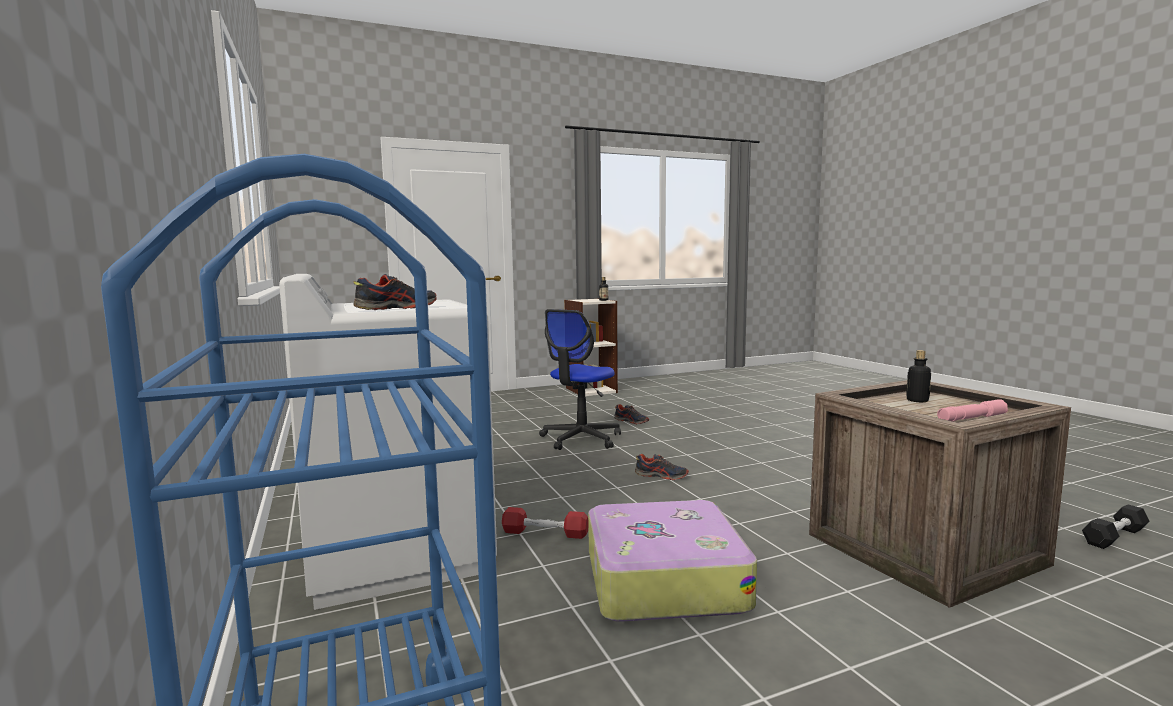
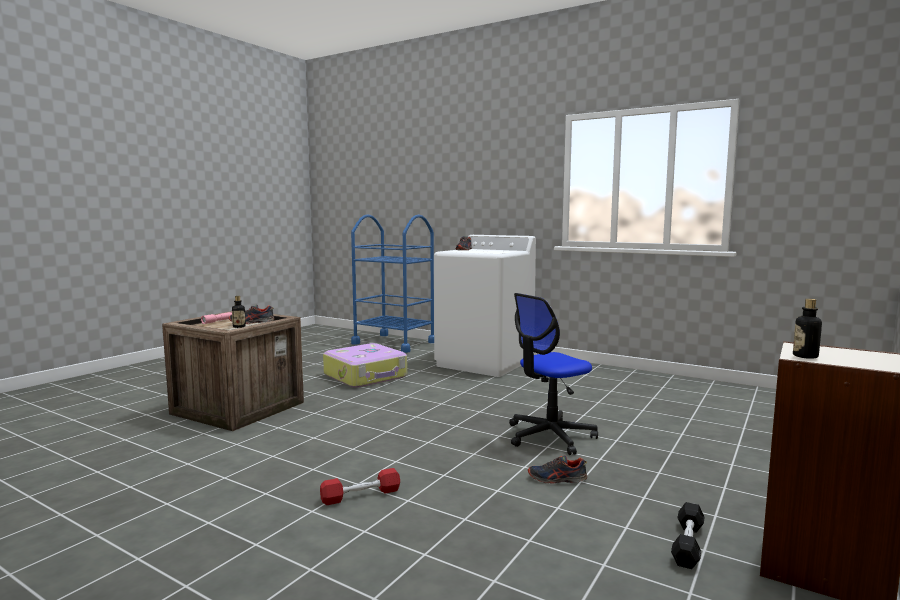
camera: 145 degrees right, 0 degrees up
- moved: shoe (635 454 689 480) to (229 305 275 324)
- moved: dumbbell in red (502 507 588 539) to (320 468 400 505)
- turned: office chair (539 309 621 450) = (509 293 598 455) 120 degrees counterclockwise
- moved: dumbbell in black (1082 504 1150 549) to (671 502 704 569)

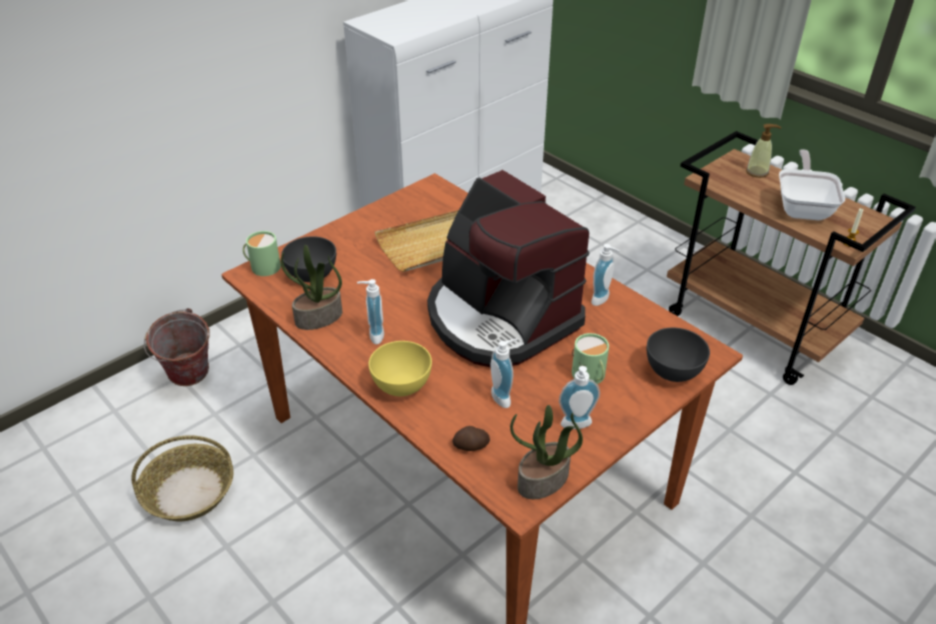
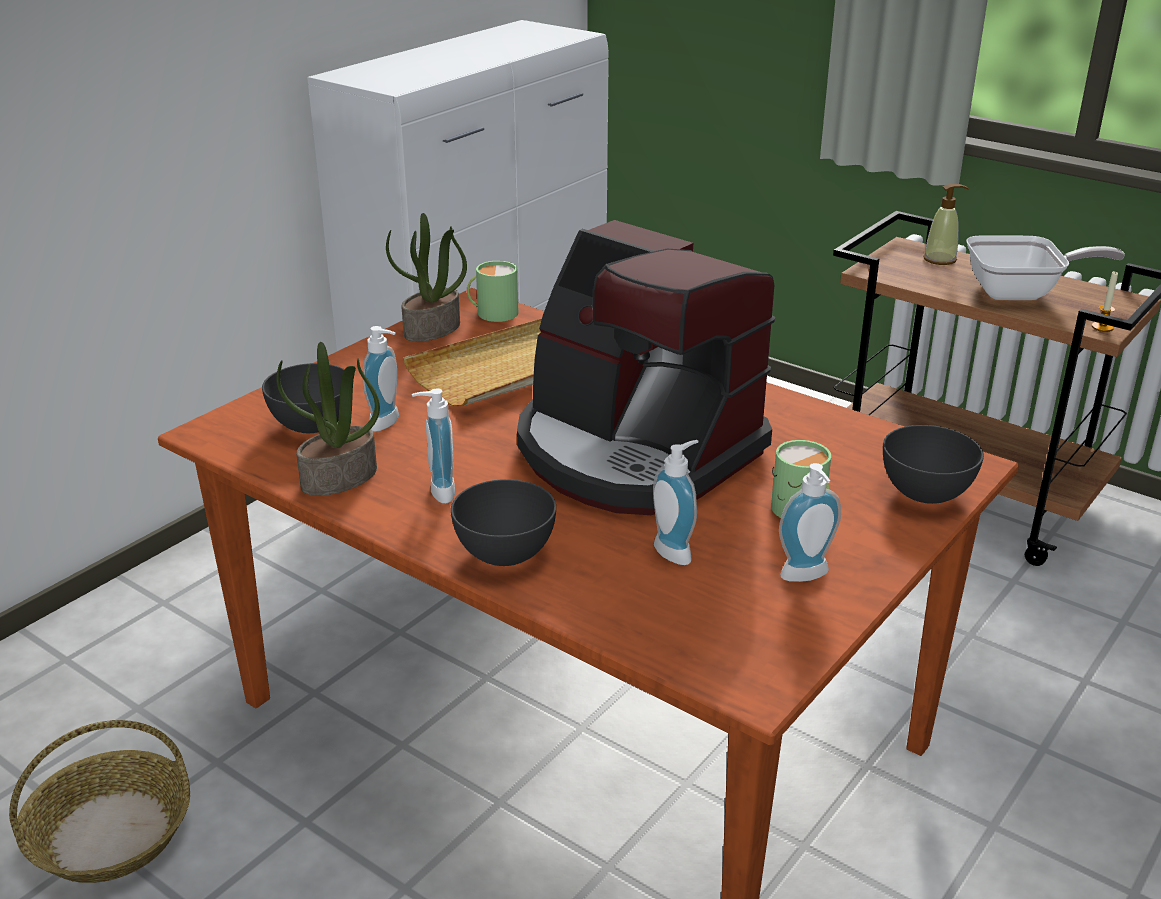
camera: 10 degrees left, 10 degrees down
- moved: soap dispenser (591 244 620 306) to (363 326 399 432)
- moved: potted plant (510 405 583 499) to (386 213 467 342)
- recoloured: bowl in yellow (369 341 432 396) to bowl in grey (451 479 556 566)
- moved: mug in green (243 231 281 276) to (467 261 518 322)
- turned: frying pan (779 149 845 220) = (966 236 1125 300) 90 degrees clockwise
- removed: bucket (144 308 210 386)
- removed: potato (452 426 490 451)

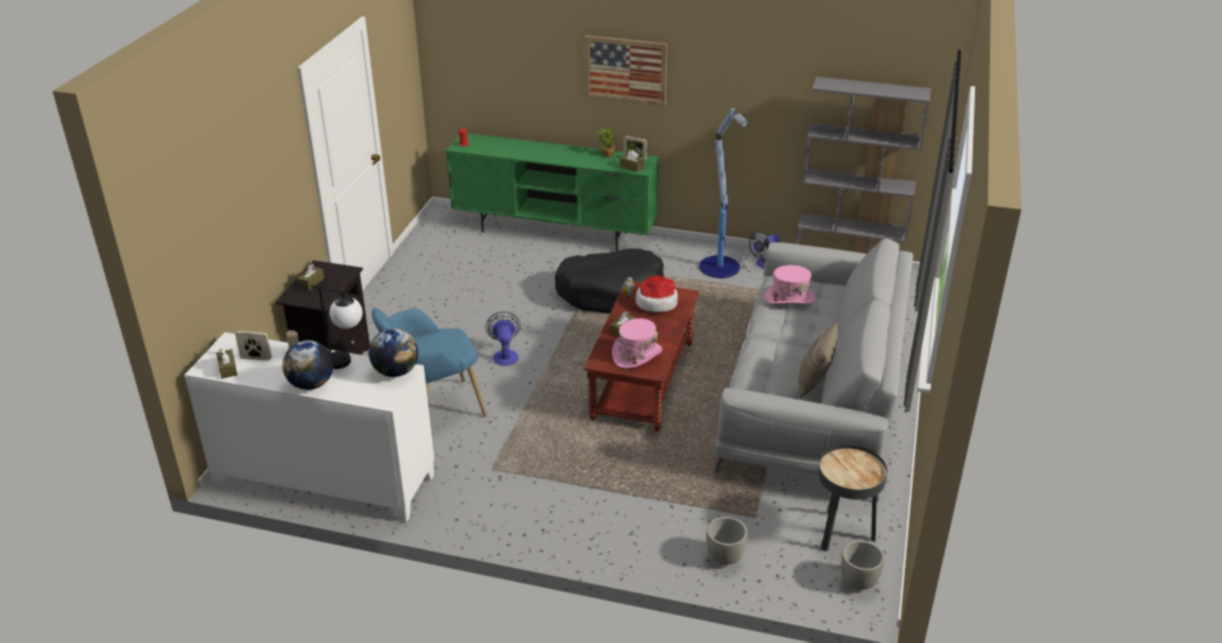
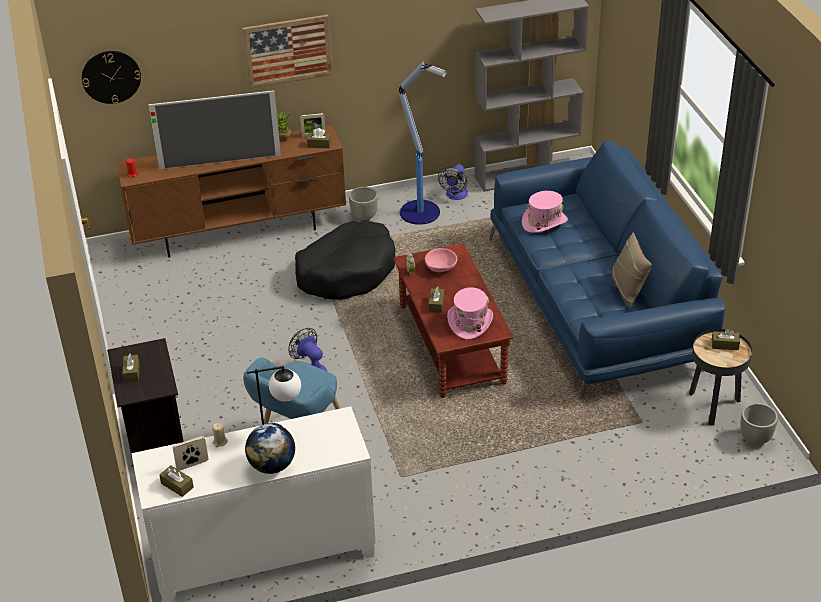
camera: 30 degrees left, 5 degrees up
- added: wall clock (82 51 141 104)
- recoloured: tv stand in green (446 133 659 251) to tv stand in brown (116 125 346 258)
- added: television (148 90 281 170)
- moved: planter in grey (706 517 748 565) to (349 187 378 221)
- replaced: hat (636 276 678 312) to bowl in pink (425 248 457 272)
- recoloured: sofa in grey (714 238 913 502) to sofa in blue (489 141 725 400)
- added: tissue box in brown (712 329 740 350)
- removed: globe (369 328 418 377)

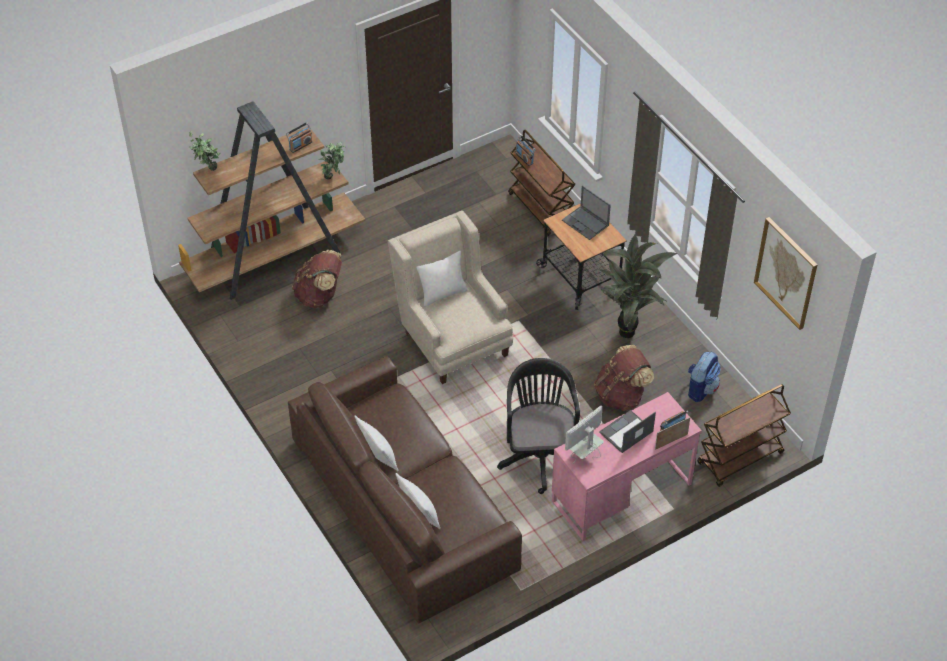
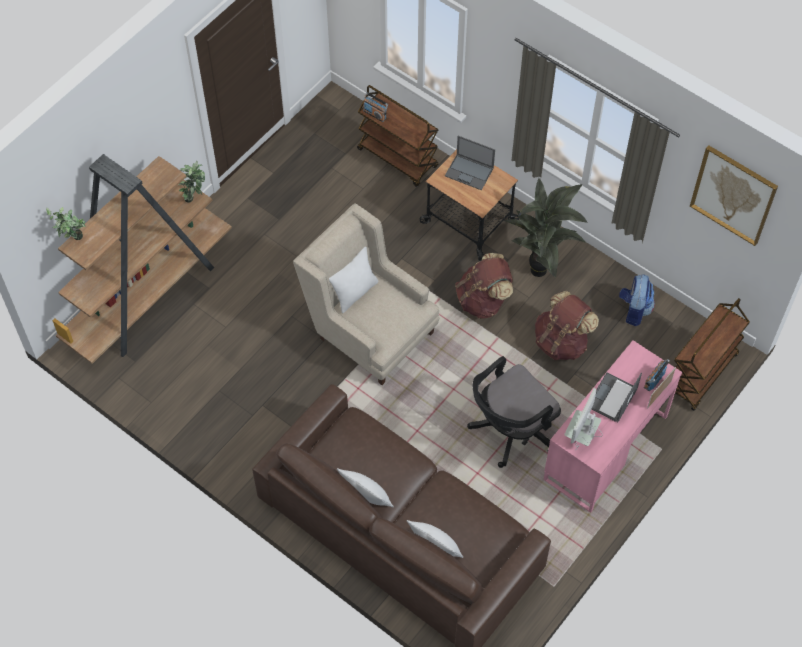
camera: 20 degrees left, 10 degrees up
- moved: backpack in brown (292 250 342 308) to (455 253 513 319)
- turned: office chair in black (497 358 580 494) = (467 356 561 468) 105 degrees counterclockwise
- removed: radio (286 122 312 153)

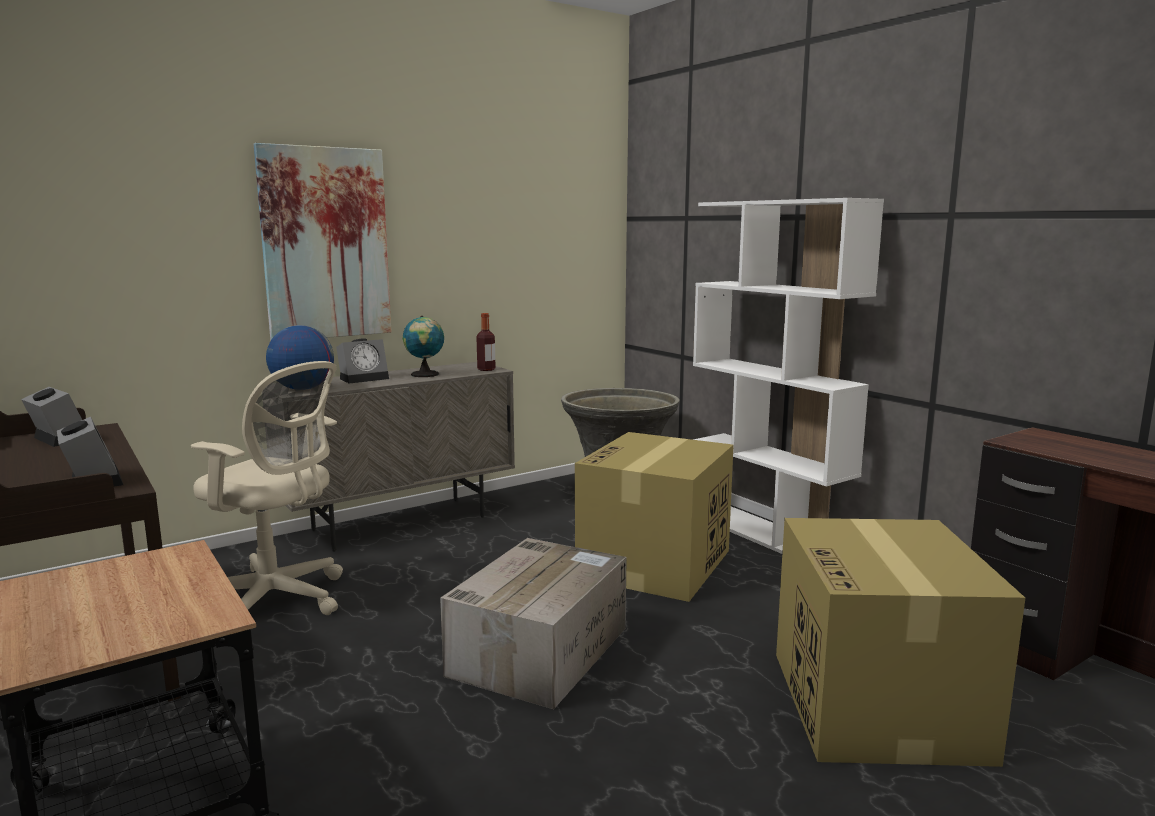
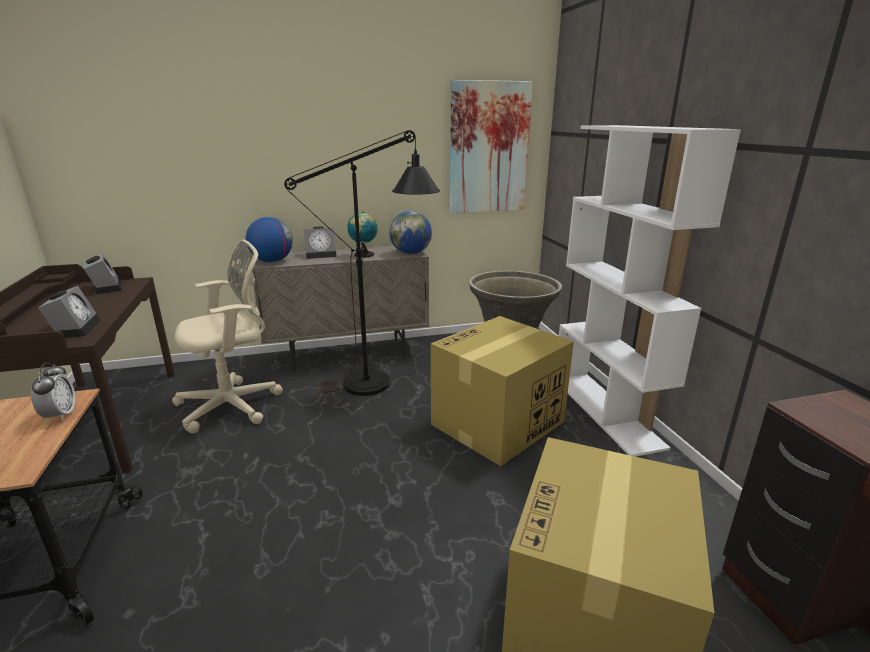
camera: 20 degrees right, 10 degrees up
- added: alarm clock (31 362 75 421)
- turned: office chair in beige (191 361 343 615) = (172 240 283 434) 75 degrees counterclockwise
- added: floor lamp in black (284 130 440 396)
- replaced: bottle (476 313 496 371) to globe (389 211 432 254)
- moved: picture (254 143 392 341) to (450 80 533 213)
- removed: cardboard box (440 538 627 709)

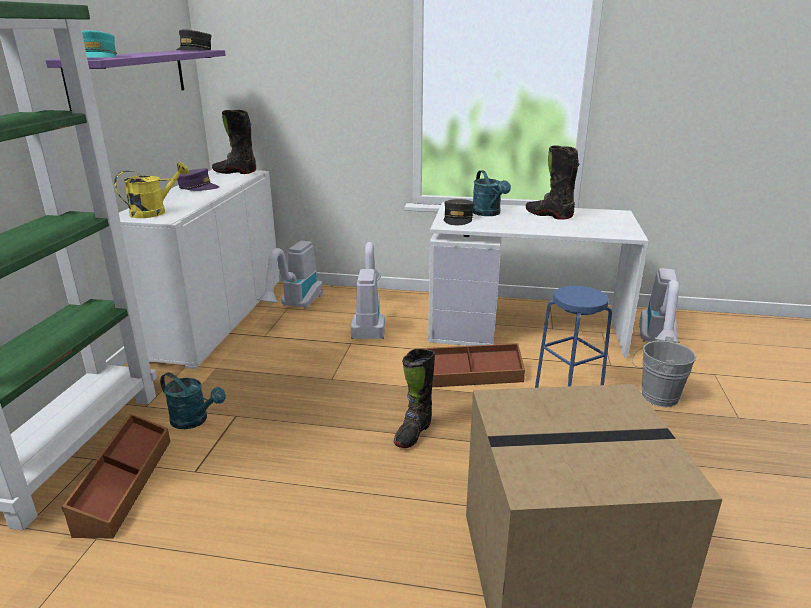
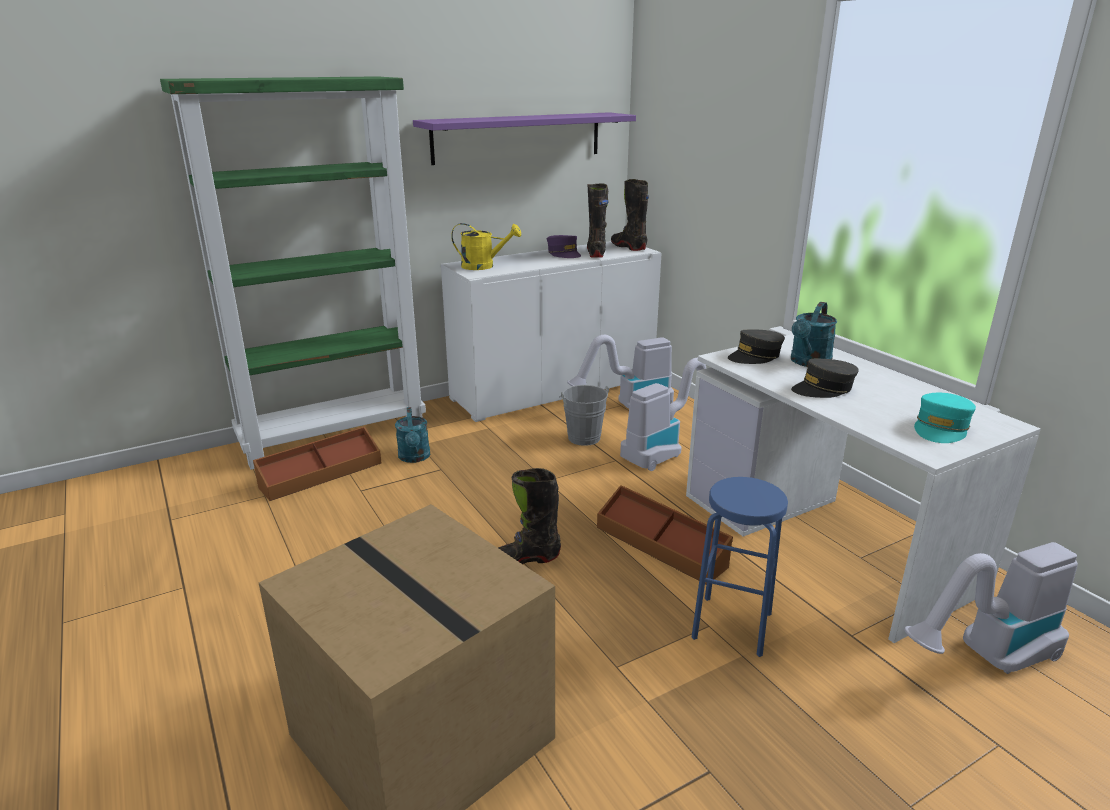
camera: 50 degrees right, 0 degrees up
- moved: bucket in grey (632 336 696 407) to (559 385 609 446)
- moved: boot in black (526 145 579 220) to (587 183 608 257)
- moved: cap in grey (176 29 211 51) to (791 359 859 398)
- moved: cap in turquoise (82 31 117 58) to (914 393 976 443)

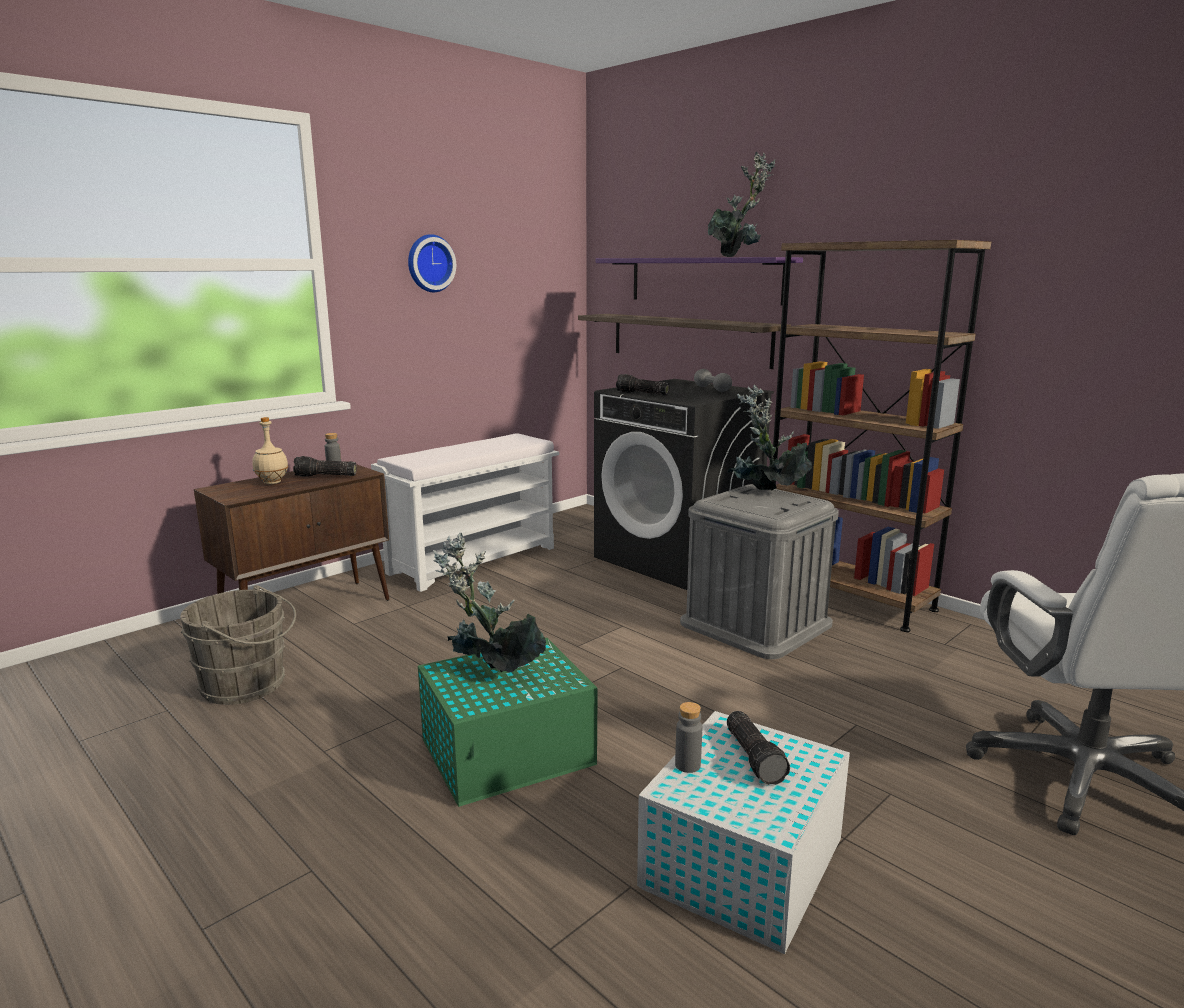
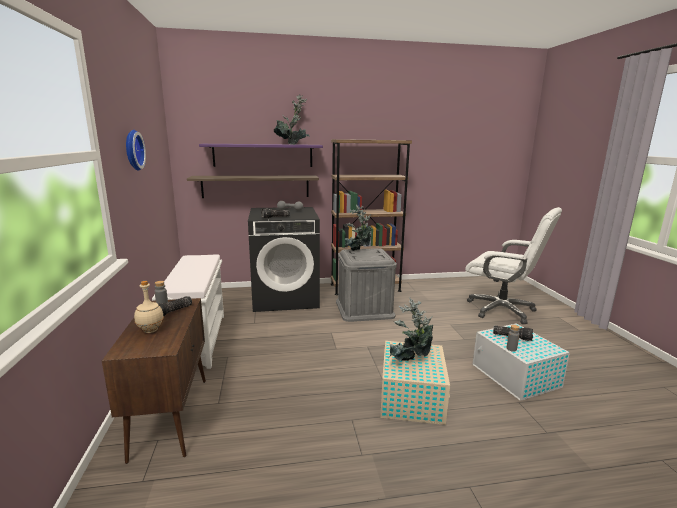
camera: 55 degrees left, 0 degrees up
- recoloured: storage box in green (418 638 598 807) to storage box in beige (380 341 450 425)
- removed: bucket in grey (180 585 296 705)

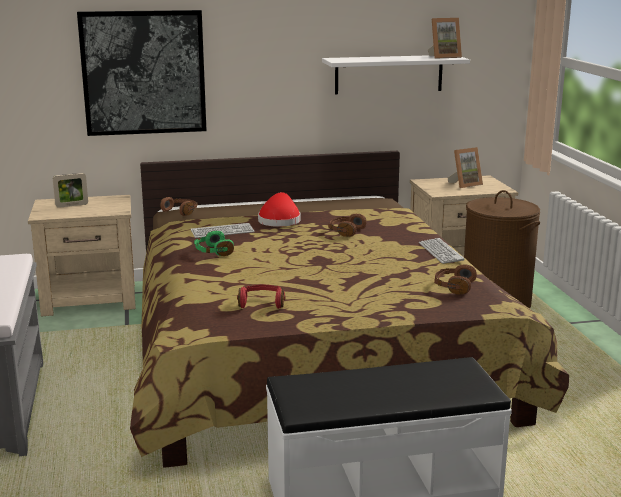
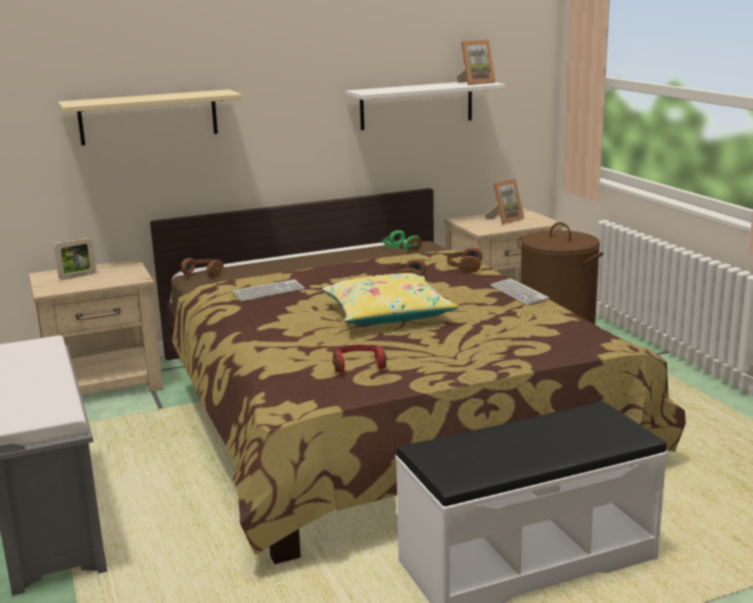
camera: 10 degrees left, 0 degrees up
- replaced: picture (77 10 207 136) to shelf in beige (58 89 242 146)
- added: pillow in yellow (322 273 459 325)
- moved: headphones in green (194 231 234 256) to (382 230 422 251)
- moved: headphones in brown (434 264 477 295) to (447 248 483 272)
- removed: hat in red (258 192 301 227)

